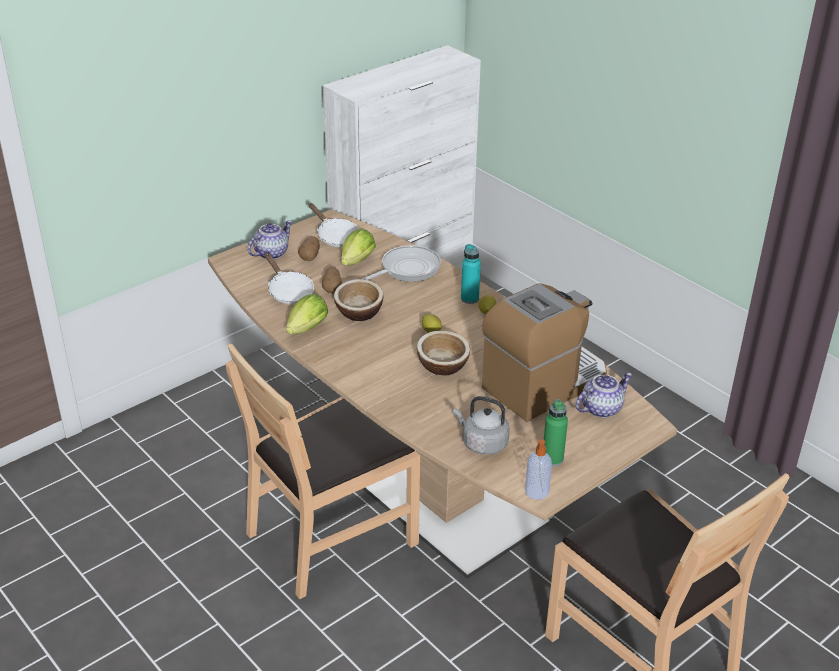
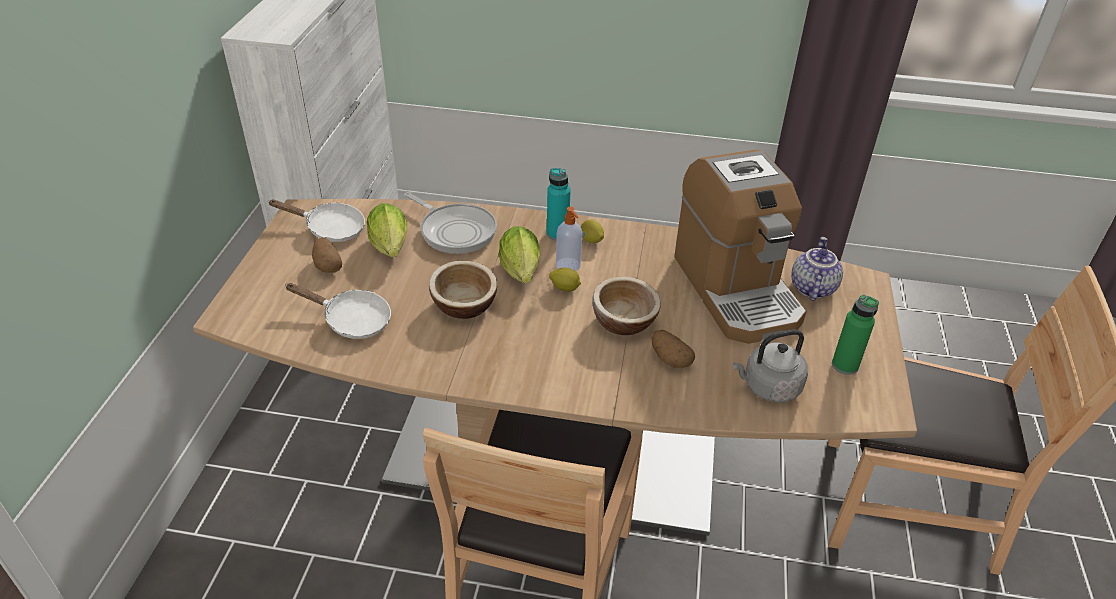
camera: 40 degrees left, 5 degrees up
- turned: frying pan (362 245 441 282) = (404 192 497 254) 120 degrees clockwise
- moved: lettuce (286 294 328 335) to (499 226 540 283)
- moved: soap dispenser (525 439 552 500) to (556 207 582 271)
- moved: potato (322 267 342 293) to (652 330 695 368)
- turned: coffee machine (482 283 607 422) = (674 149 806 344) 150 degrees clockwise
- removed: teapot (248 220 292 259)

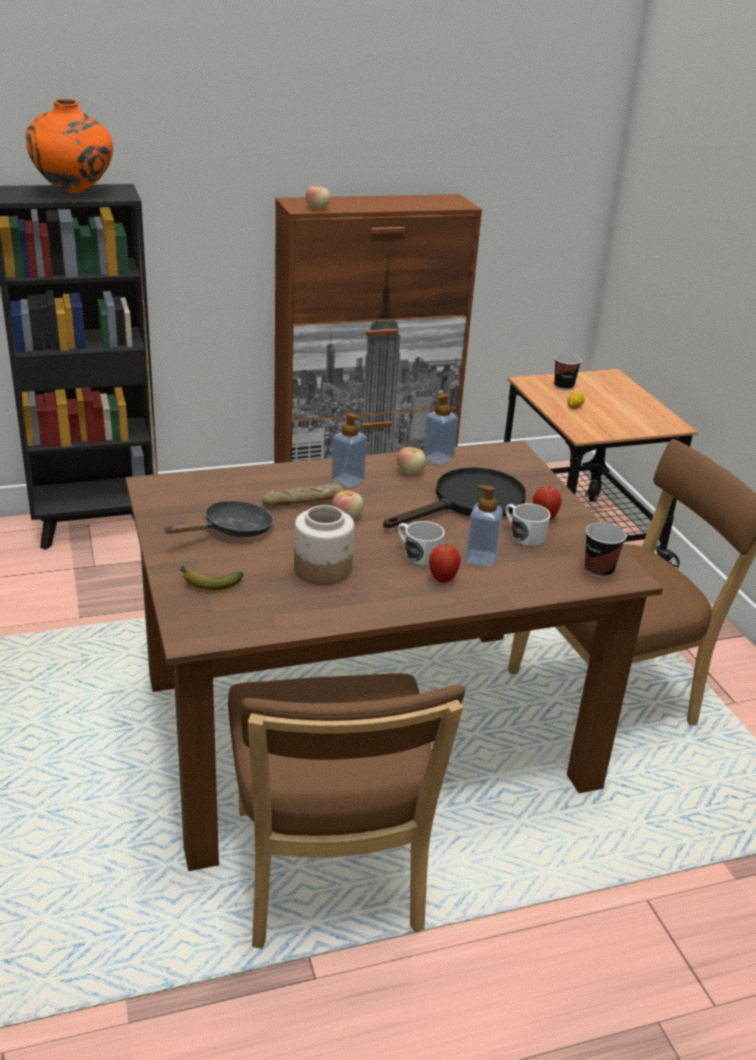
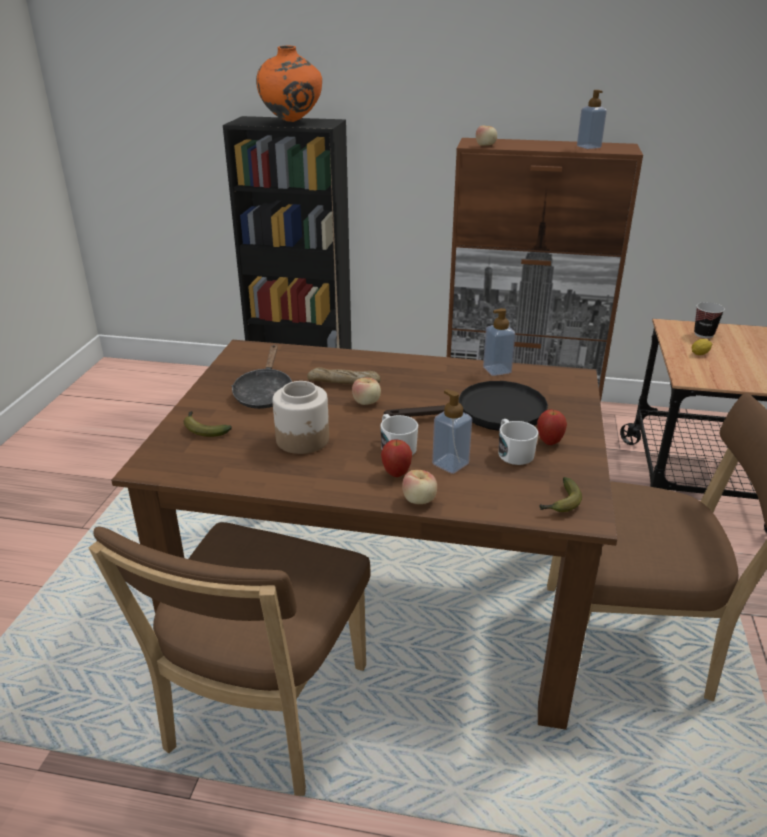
camera: 30 degrees right, 0 degrees up
- turned: frying pan in black (163 501 274 537) = (232 344 292 409) 105 degrees clockwise
- moved: apple (397 447 426 474) to (402 470 437 504)
- replaced: cup (585 522 627 578) to banana (539 477 582 512)
- moved: soap dispenser (331 413 367 488) to (577 90 607 149)

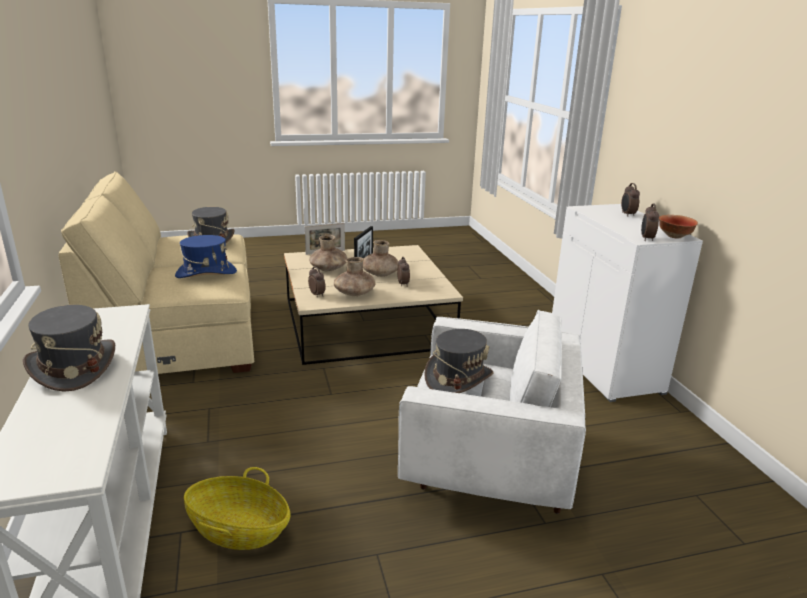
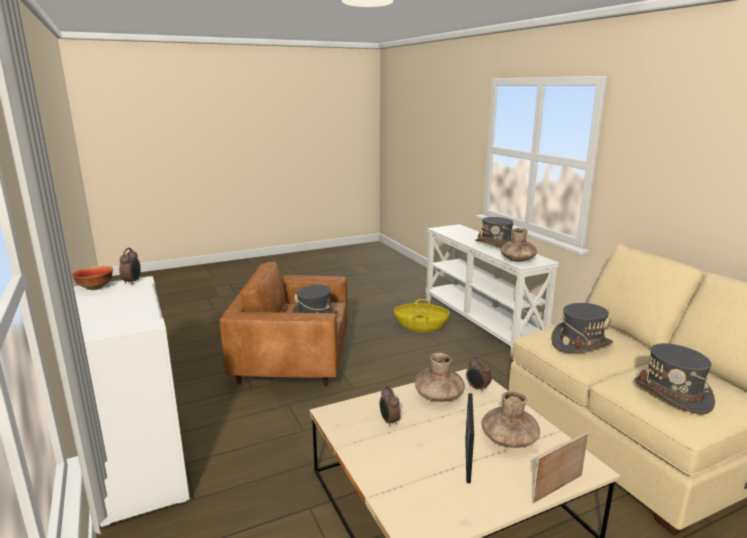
camera: 170 degrees right, 5 degrees down
- recoloured: armchair in white (398 310 586 514) to armchair in brown (219 261 347 387)
- moved: vase in brown (363 240 399 277) to (500 228 537 262)
- recoloured: hat in blue (175 235 237 278) to hat in grey (552 303 613 353)
- removed: alarm clock (621 183 640 217)

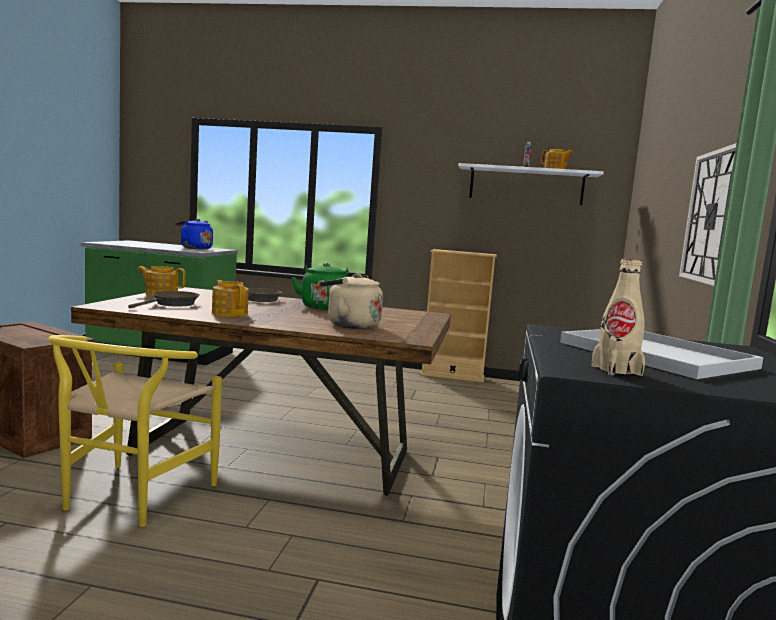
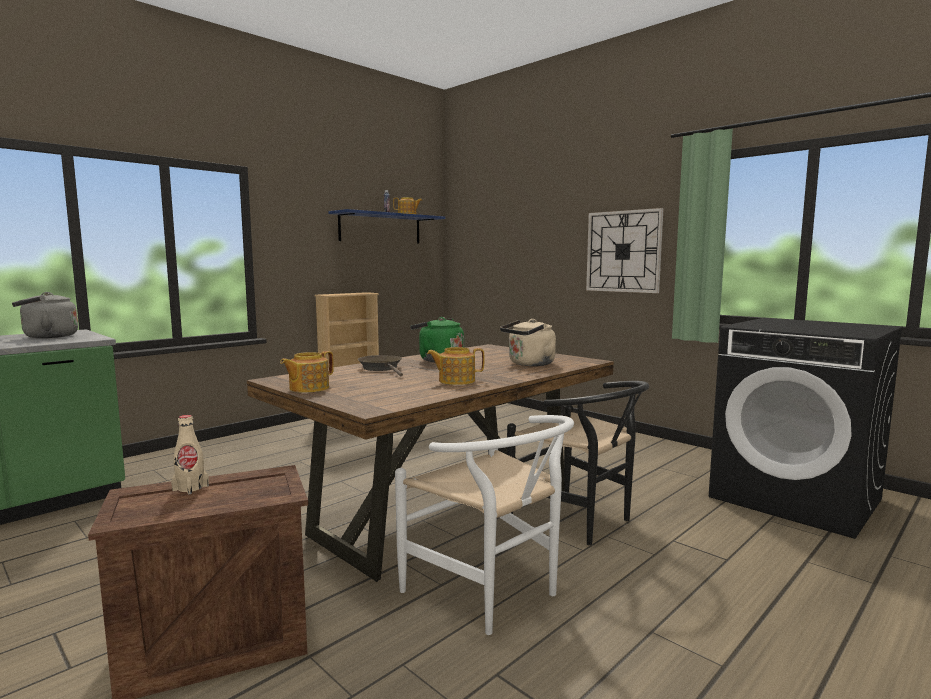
camera: 55 degrees left, 0 degrees up
- recoloured: kettle in blue (175 219 213 249) to kettle in grey (12 292 78 338)
- moved: bottle in beige (591 258 645 376) to (171 415 209 494)
- recoloured: shelf in white (458 163 604 205) to shelf in blue (328 209 445 244)
- recoloured: chair in yellow (47 335 222 527) to chair in white (395 415 574 635)
- added: chair in black (507 381 649 546)
- removed: frying pan in brown (128 291 200 309)
- removed: tray in white (560 329 763 379)

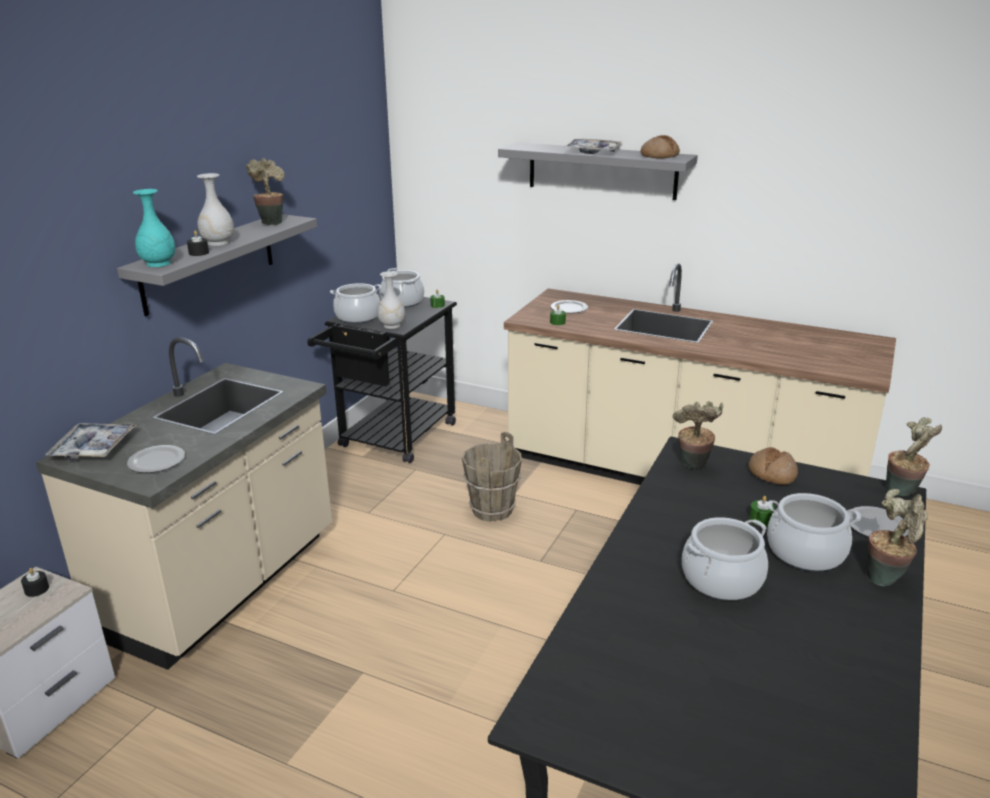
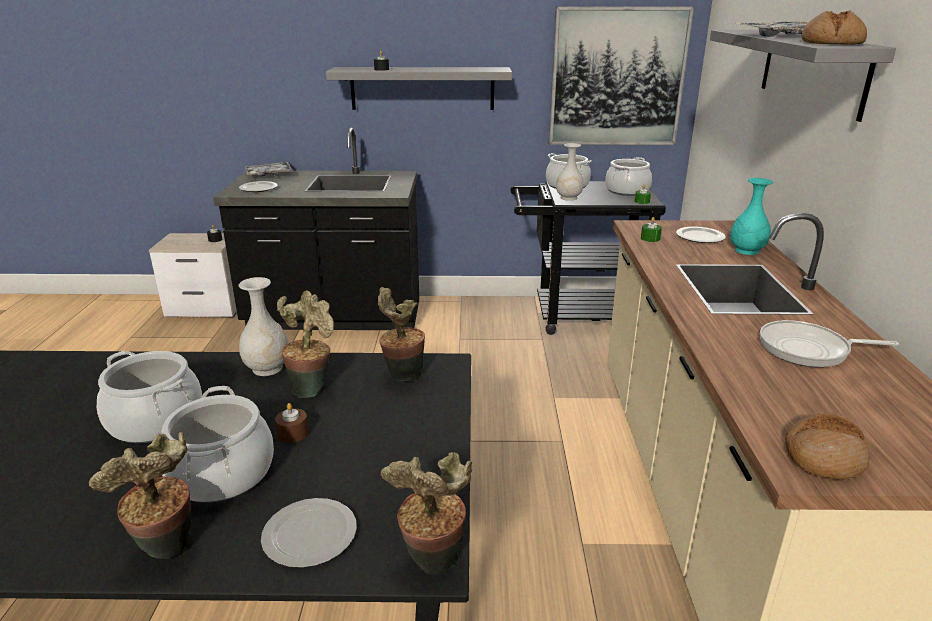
camera: 65 degrees right, 0 degrees up
- recoloured: counter in beige (36 337 332 670) to counter in black (213 128 419 330)
- moved: vase in white (197 173 234 246) to (239 277 289 376)
- recoloured: candle in green (749 496 775 526) to candle in brown (275 403 309 443)
- moved: potted plant (246 158 285 225) to (277 291 334 398)
- added: picture (549 6 694 145)
- moved: vase in turquoise (133 189 176 267) to (730 178 773 255)
- added: frying pan (760 320 899 367)
- moved: bread (748 447 798 485) to (785 413 870 480)
- removed: bucket in brown (462 432 522 522)

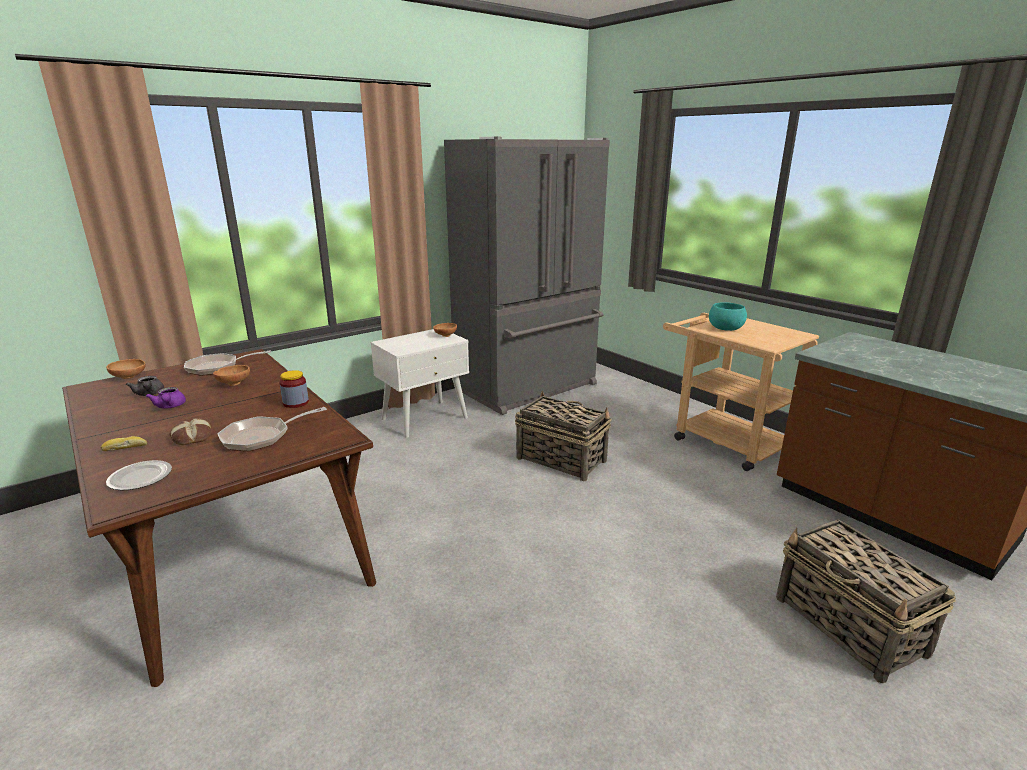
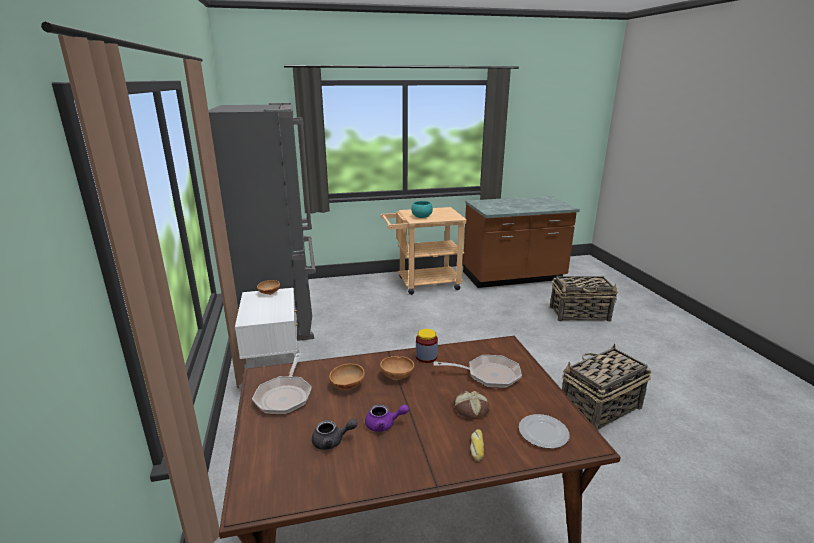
camera: 65 degrees left, 0 degrees up
- moved: bowl in brown (106 359 146 379) to (380 356 414 380)
- turned: frying pan (217 407 327 451) = (434 355 522 388) 75 degrees counterclockwise
- moved: basket (515 390 612 481) to (562 343 652 431)

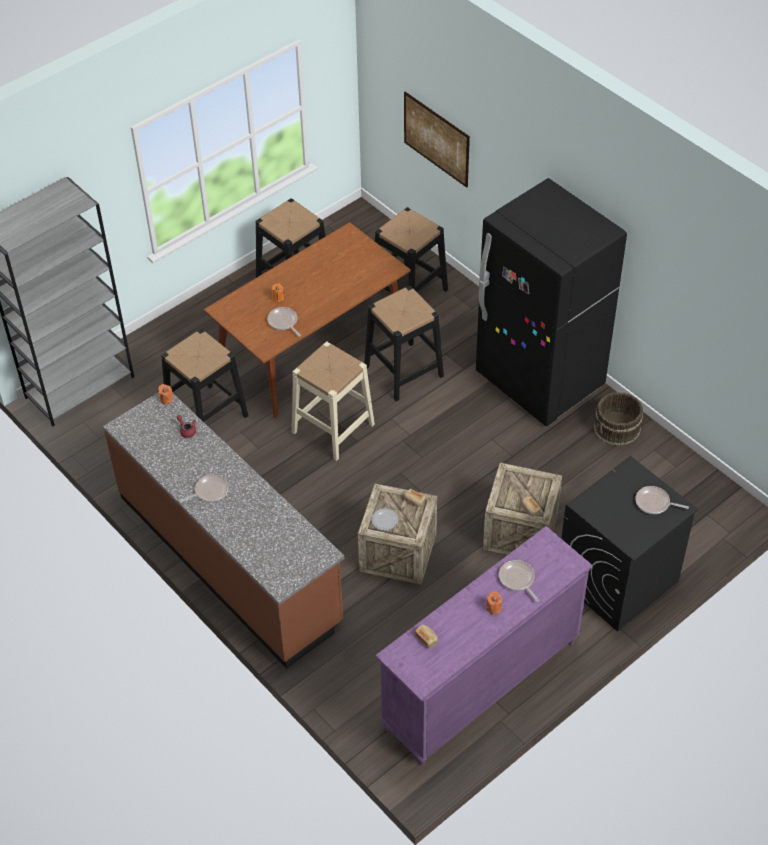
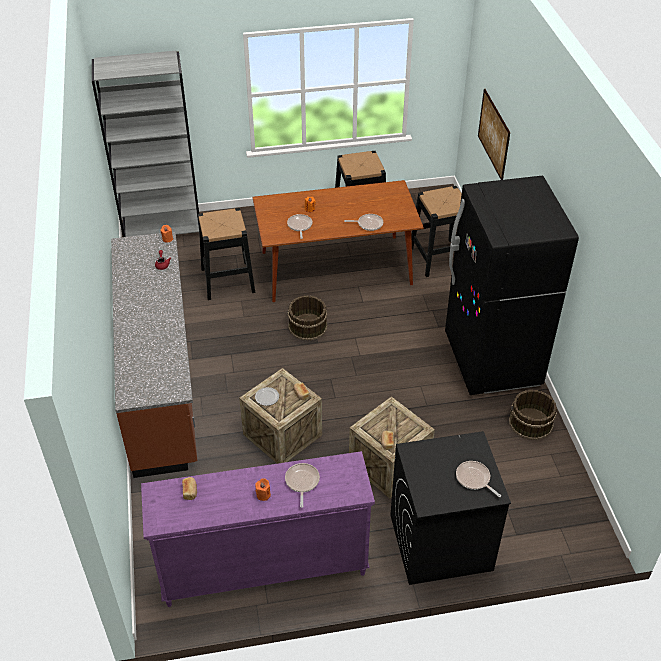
camera: 30 degrees right, 5 degrees down
- replaced: stool in beige (292 341 375 461) to bucket in brown (288 295 327 341)
- moved: frying pan (179 474 229 503) to (344 214 383 231)
- removed: stool in black (364 286 444 401)

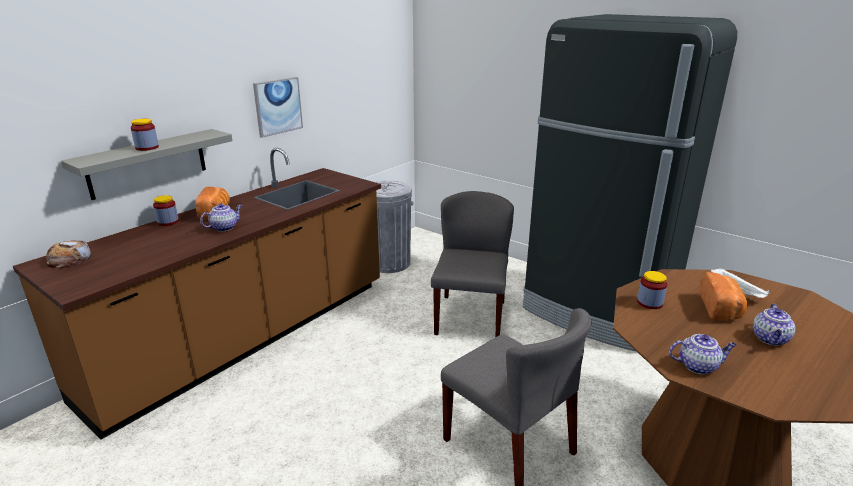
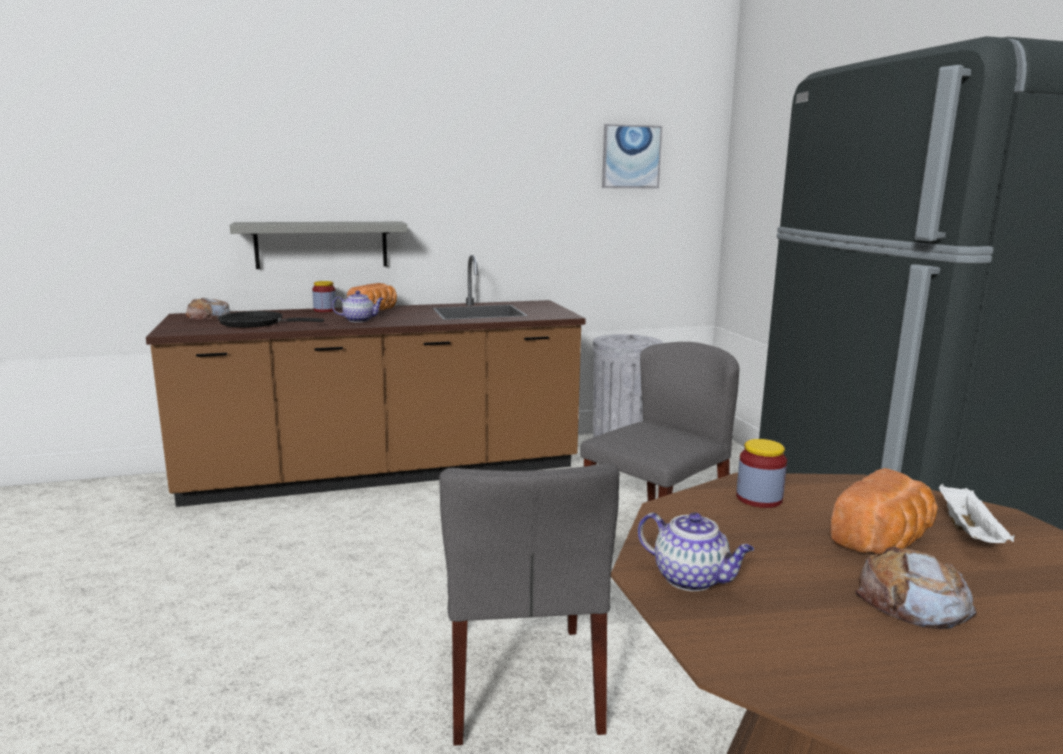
camera: 35 degrees right, 10 degrees down
- added: frying pan in black (218 311 324 328)
- moved: picture (253 77 303 138) to (602 124 662 189)
- replaced: teapot (753 304 795 346) to bread (856 547 977 629)
- removed: jar (131 119 159 151)

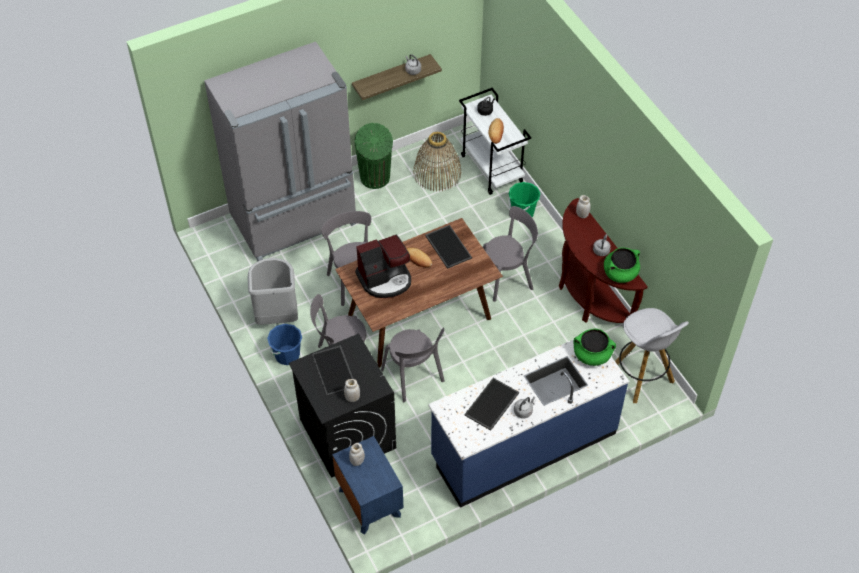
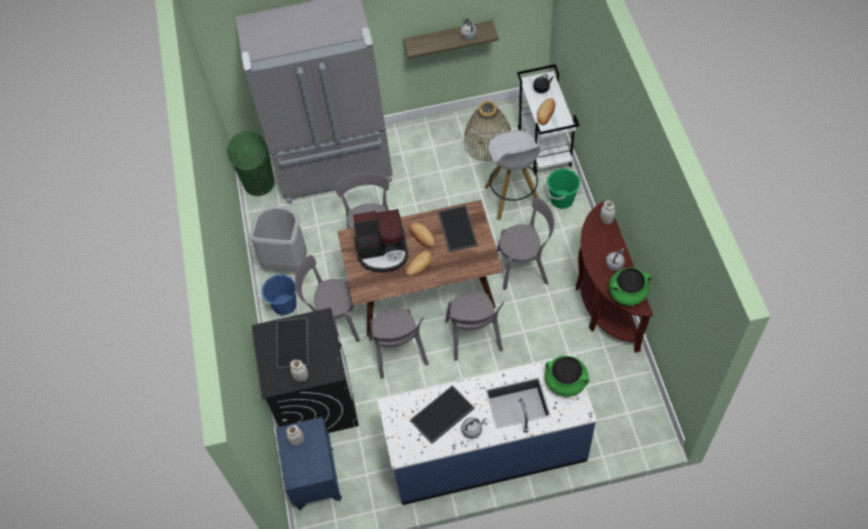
camera: 20 degrees right, 5 degrees up
- moved: trash can in green (354 123 393 189) to (227 131 274 196)
- added: bread (406 250 433 276)
- added: chair in grey (445 291 504 361)
- moved: stool in white (615 308 689 403) to (484 131 540 220)

